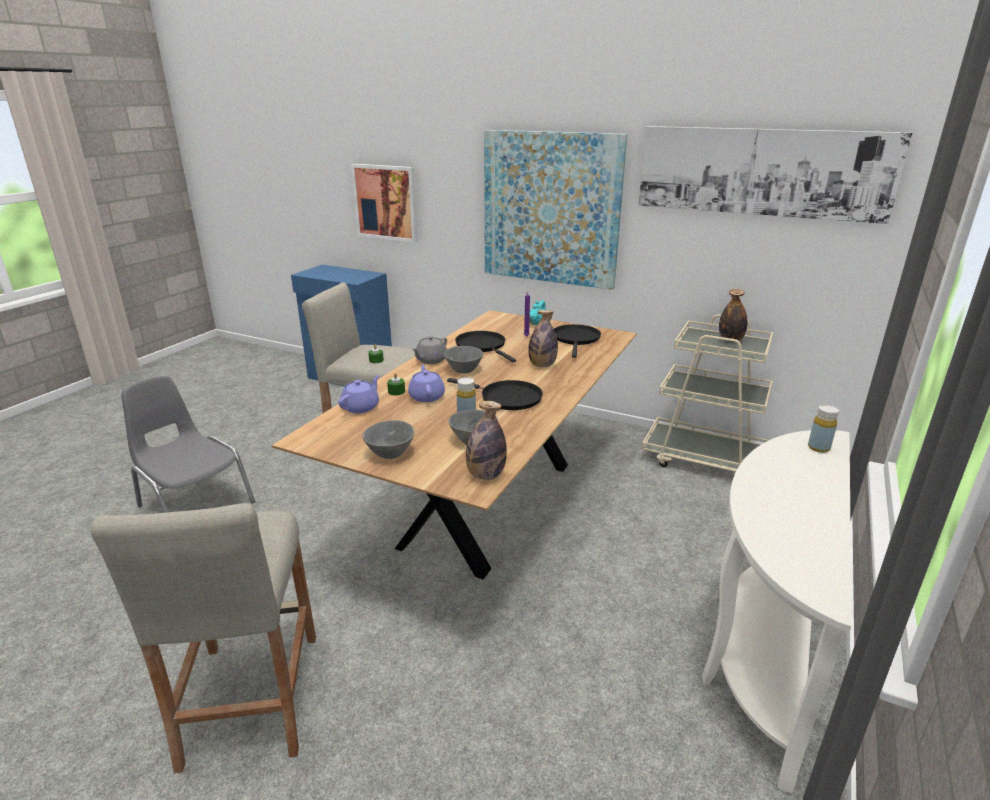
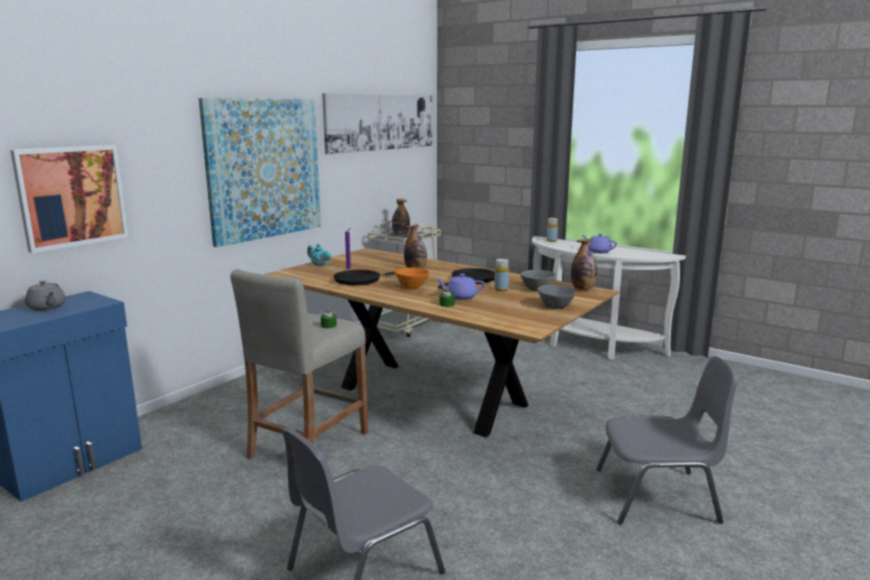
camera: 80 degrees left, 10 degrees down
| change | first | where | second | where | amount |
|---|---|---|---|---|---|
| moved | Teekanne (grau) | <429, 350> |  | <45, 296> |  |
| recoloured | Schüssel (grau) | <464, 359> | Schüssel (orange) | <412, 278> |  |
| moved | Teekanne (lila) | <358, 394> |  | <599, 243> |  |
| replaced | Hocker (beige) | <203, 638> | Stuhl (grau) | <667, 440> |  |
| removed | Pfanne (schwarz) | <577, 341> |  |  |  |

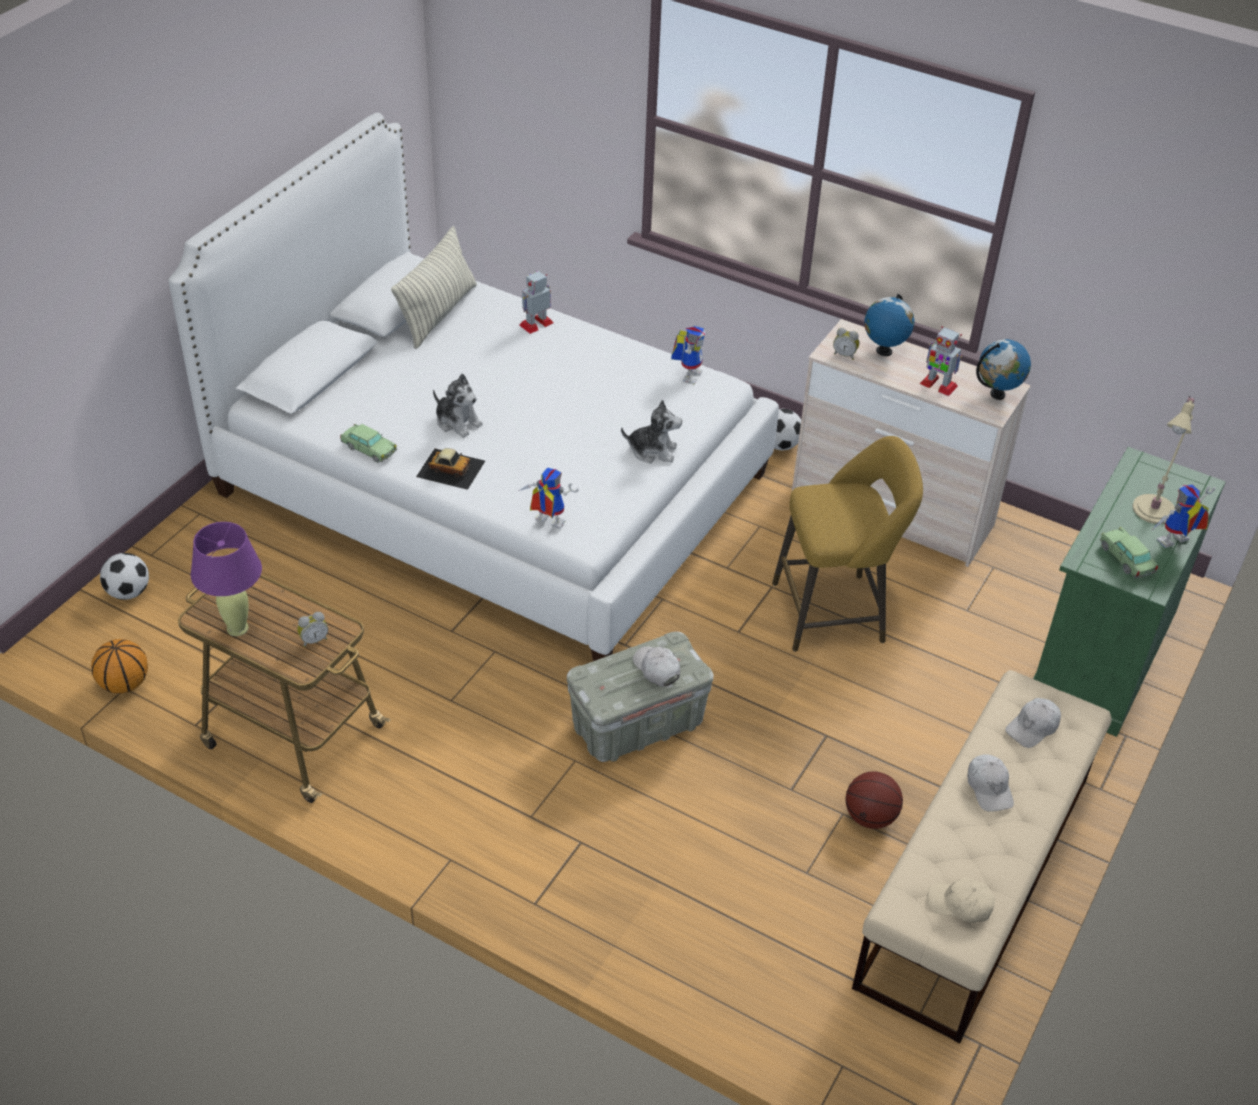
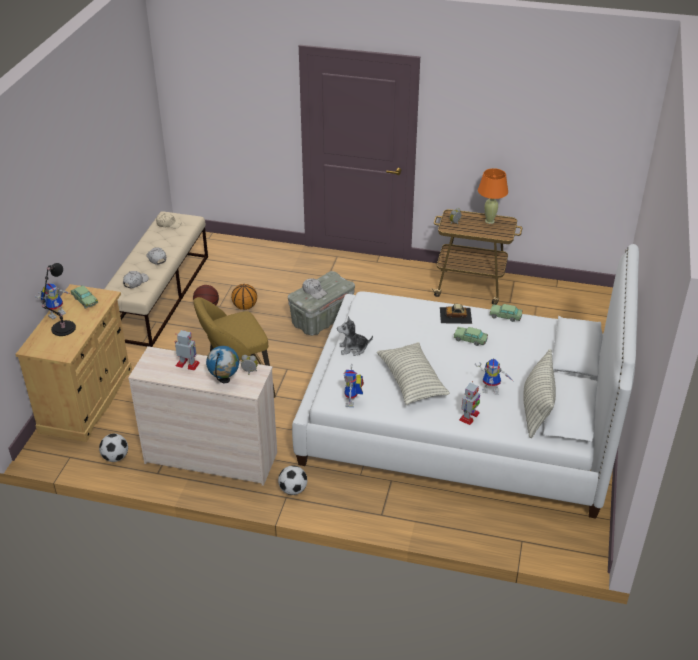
camera: 165 degrees right, 5 degrees down
| change | first | where | second | where | amount |
|---|---|---|---|---|---|
| recoloured | Schrank (grün) | <1129, 592> | Schrank (beige) | <73, 363> |  |
| recoloured | Tischlampe (beige) | <1163, 460> | Tischlampe (schwarz) | <59, 299> |  |
| moved | Fußball | <124, 576> |  | <113, 448> |  |
| moved | Basketball | <119, 666> |  | <244, 297> |  |
| added |  |  | Kissen | <413, 373> |  |
| replaced | Plüschtier | <458, 406> | Spielzeugauto | <471, 336> |  |
| moved | Spielzeugroboter | <549, 498> |  | <494, 376> |  |
| recoloured | Tischlampe (lila) | <226, 579> | Tischlampe (orange) | <493, 196> |  |
| removed | Globus | <1003, 369> |  |  |  |

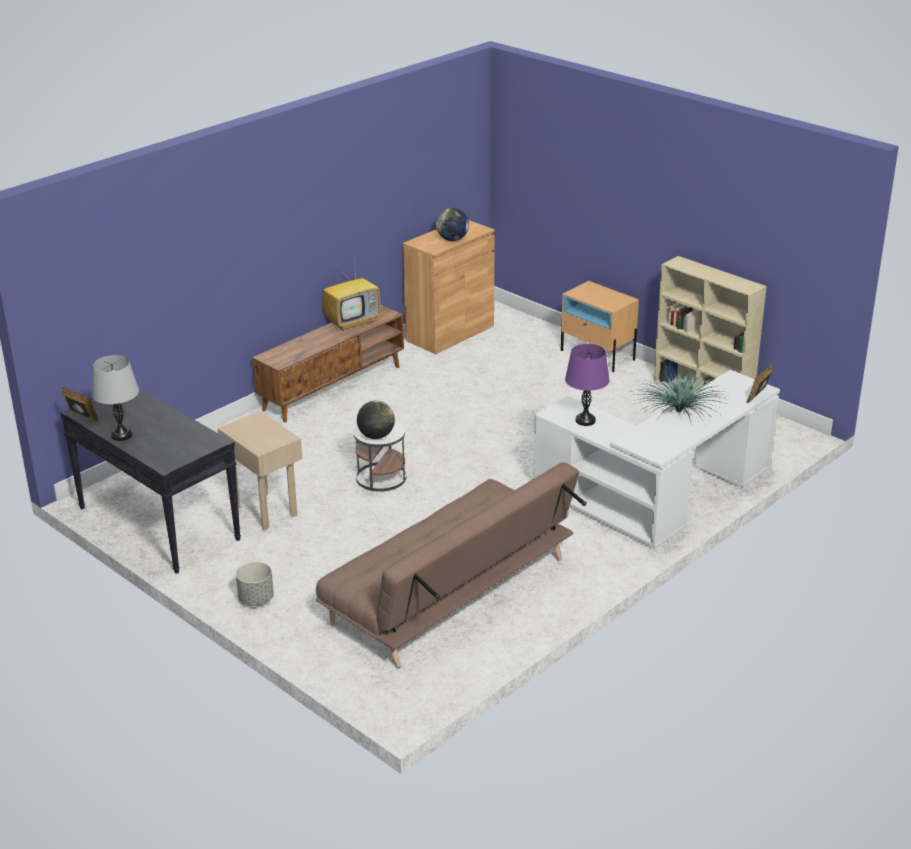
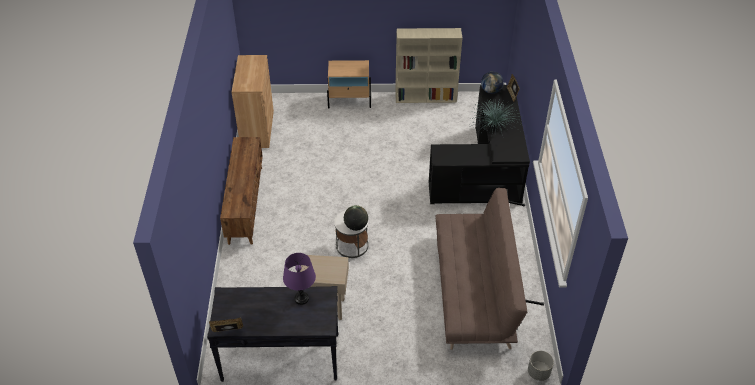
camera: 45 degrees left, 15 degrees up
| change | first | where | second | where | amount |
|---|---|---|---|---|---|
| moved | Tischlampe (lila) | <587, 385> |  | <299, 279> |  |
| recoloured | Schreibtisch (weiß) | <656, 460> | Schreibtisch (schwarz) | <479, 144> |  |
| moved | Globus | <452, 224> |  | <492, 82> |  |
| moved | Pflanzkübel (grau) | <255, 584> |  | <541, 366> |  |
| removed | Tischlampe (grau) | <115, 398> |  |  |  |
| removed | Fernseher | <351, 293> |  |  |  |

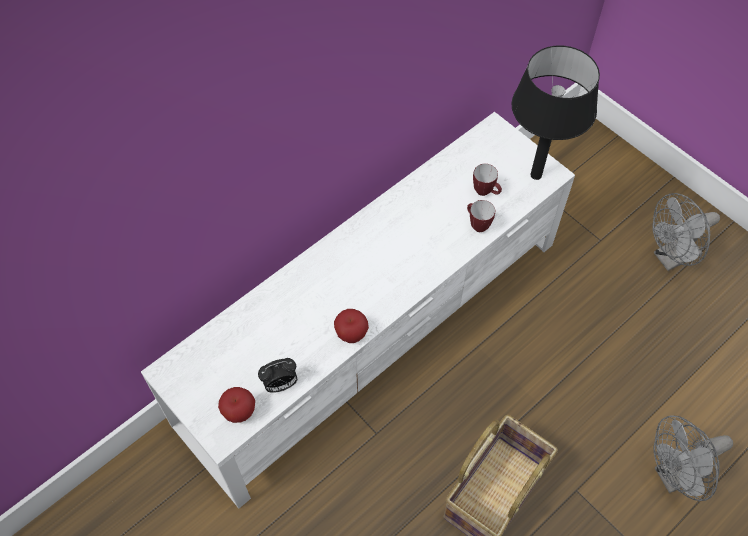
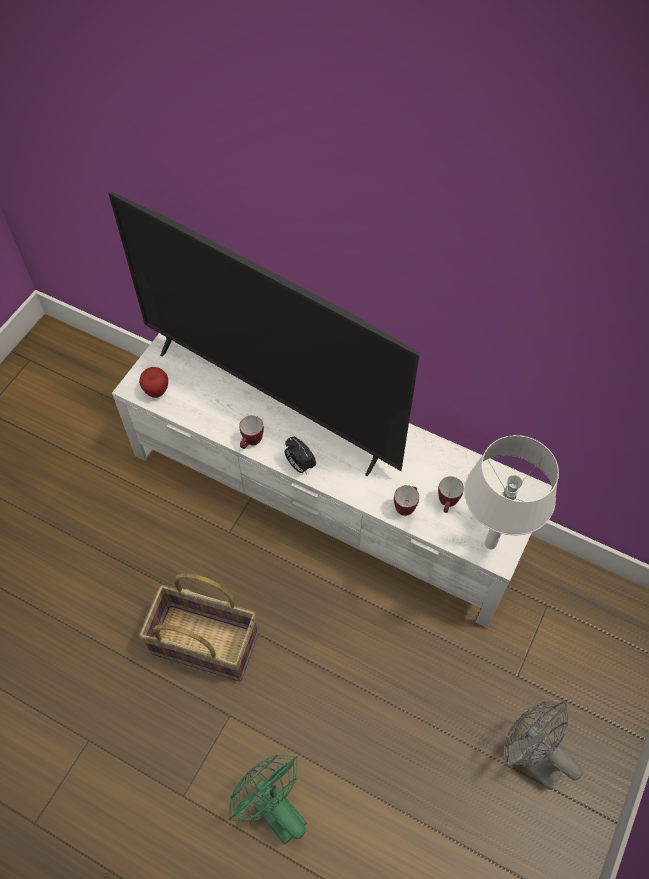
camera: 70 degrees right, 0 degrees up
| change | first | where | second | where | amount |
|---|---|---|---|---|---|
| added |  |  | Fernseher | <264, 334> |  |
| recoloured | Ventilator (grau) | <693, 458> | Ventilator (grün) | <268, 799> |  |
| replaced | Apfel | <351, 326> | Henkelbecher | <251, 432> |  |
| moved | Wecker | <277, 375> |  | <300, 455> |  |
| recoloured | Tischlampe (schwarz) | <555, 112> | Tischlampe (weiß) | <512, 492> |  |

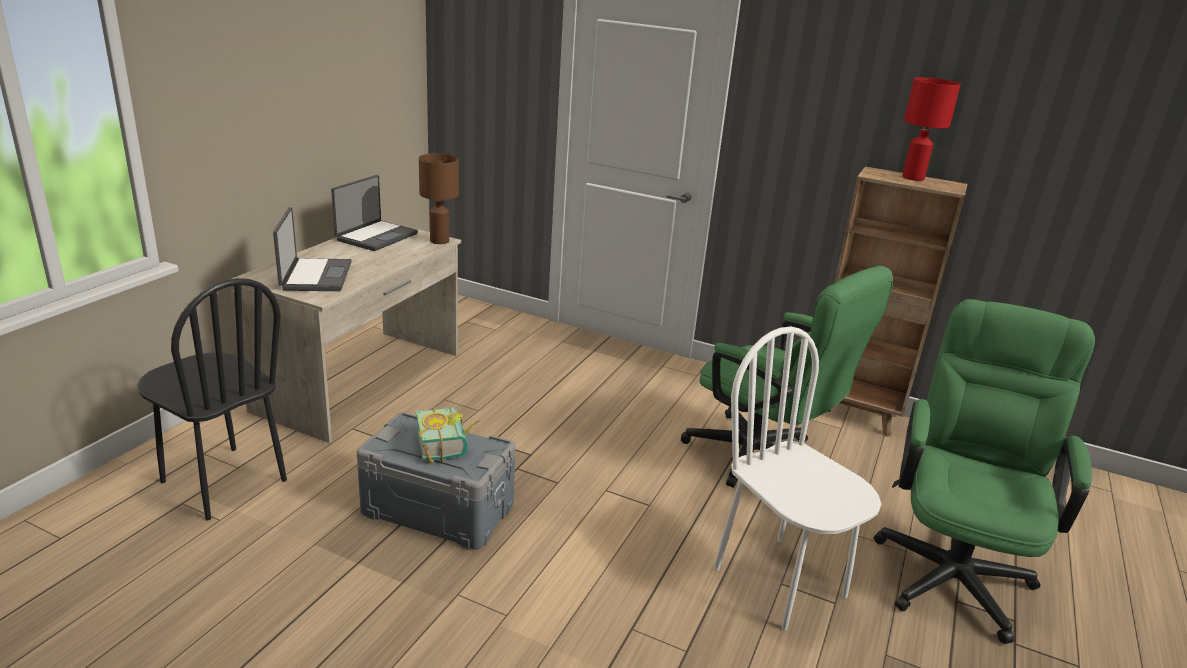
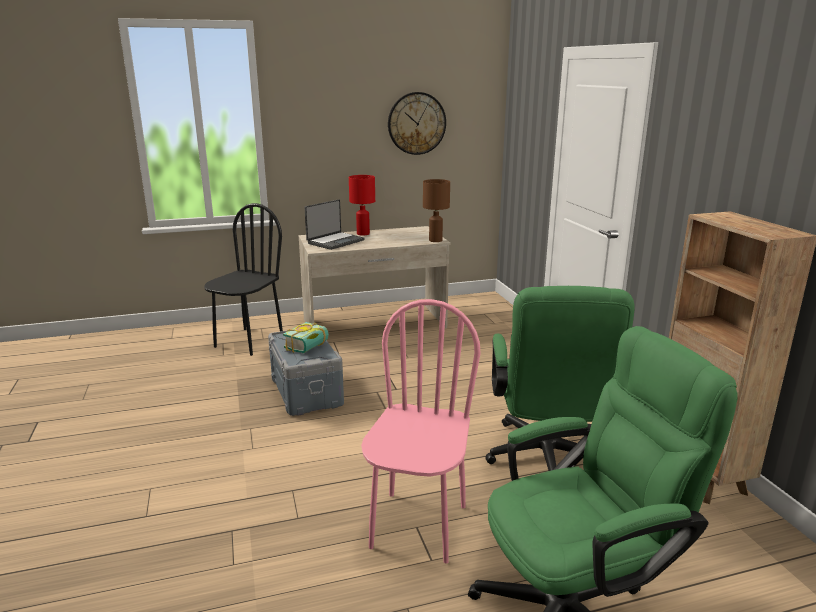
camera: 50 degrees right, 5 degrees down
| change | first | where | second | where | amount |
|---|---|---|---|---|---|
| turned | Stuhl (schwarz) | <212, 399> |  | <243, 279> | 150 degrees counterclockwise |
| moved | Tischlampe (rot) | <931, 129> |  | <362, 205> |  |
| recoloured | Stuhl (weiß) | <797, 478> | Stuhl (rosa) | <421, 431> |  |
| added |  |  | Wanduhr | <417, 123> |  |
| removed | Laptop | <374, 213> |  |  |  |

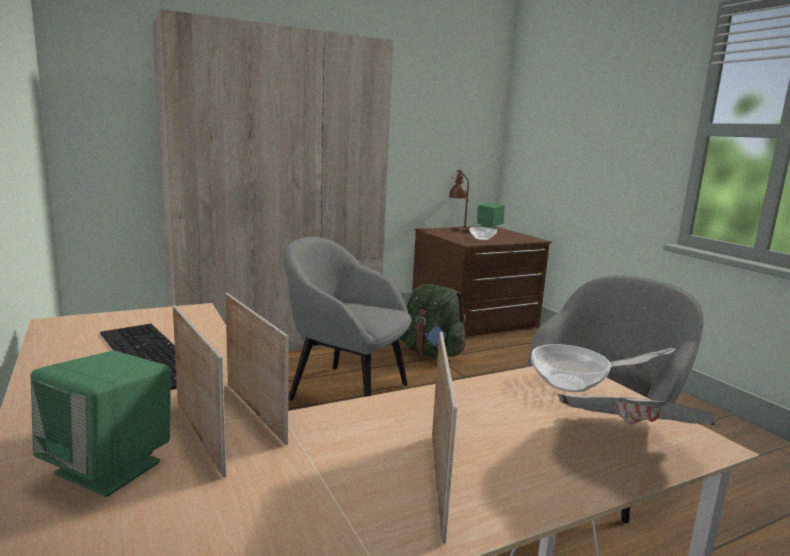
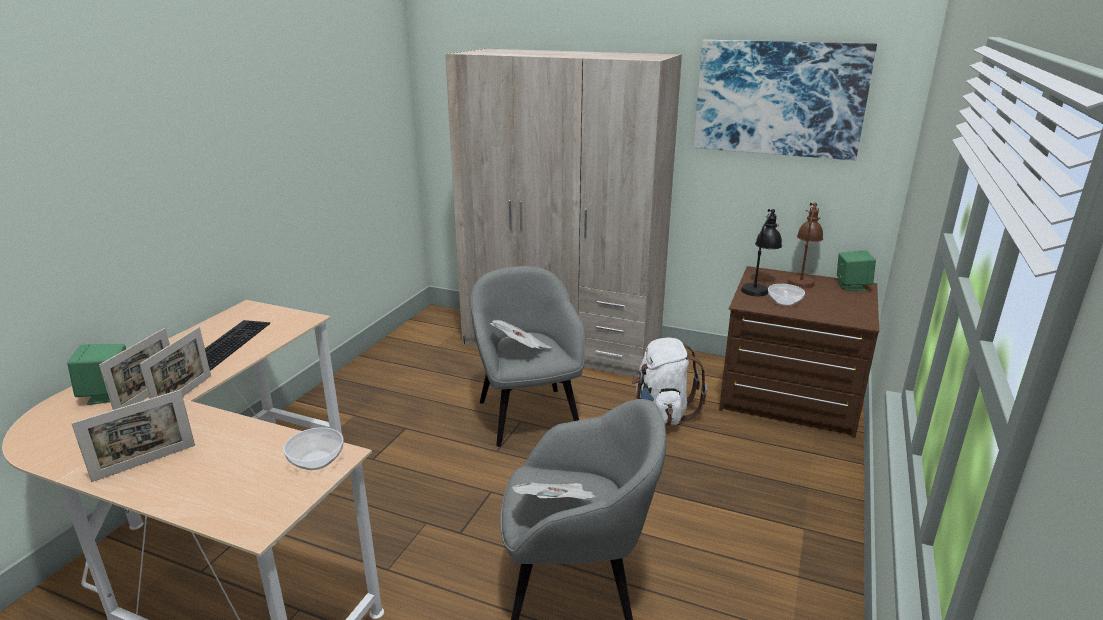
camera: 50 degrees right, 10 degrees up
| change | first | where | second | where | amount |
|---|---|---|---|---|---|
| moved | Zeitung | <637, 409> |  | <521, 334> |  |
| recoloured | Rucksack (grün) | <432, 320> | Rucksack (weiß) | <669, 382> |  |
| added |  |  | Bild | <785, 100> |  |
| added |  |  | Tischlampe (schwarz) | <761, 252> |  |

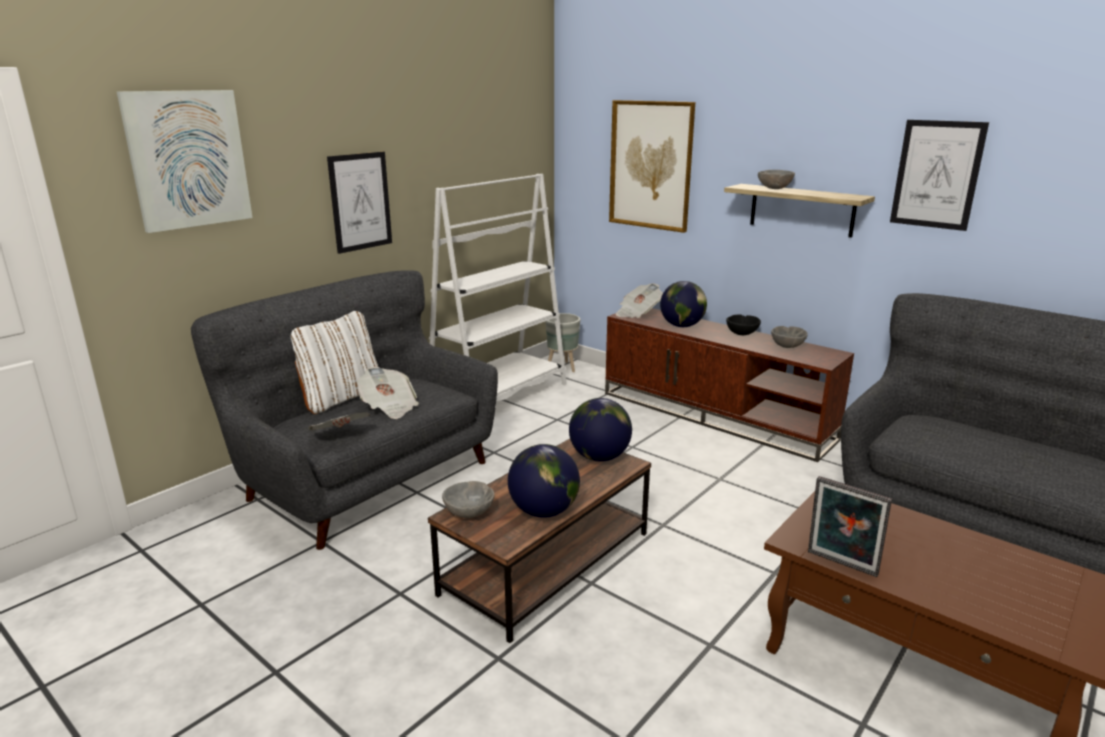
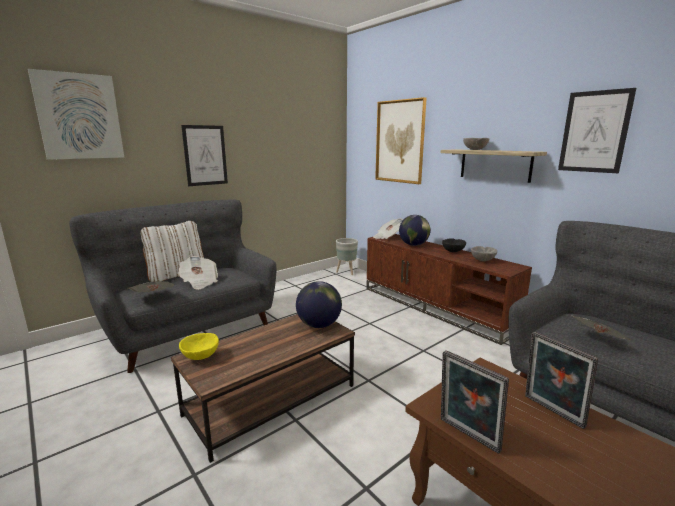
camera: 10 degrees right, 5 degrees down
| change | first | where | second | where | amount |
|---|---|---|---|---|---|
| recoloured | Schüssel (grau) | <468, 499> | Schüssel (gelb) | <199, 346> |  |
| added |  |  | Bilderrahmen | <561, 380> |  |
| added |  |  | Zeitung | <600, 328> |  |
| removed | Bücherregal (weiß) | <498, 287> |  |  |  |
| removed | Globus | <544, 481> |  |  |  |

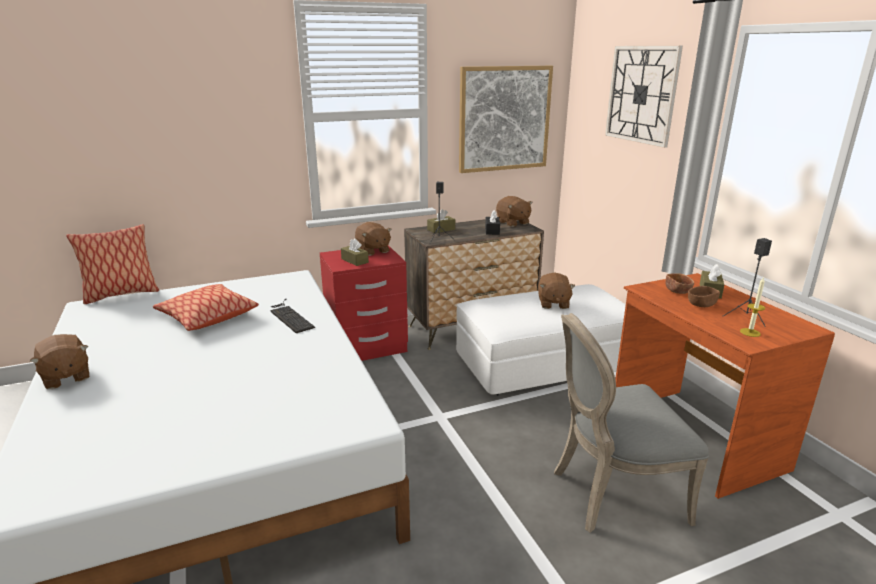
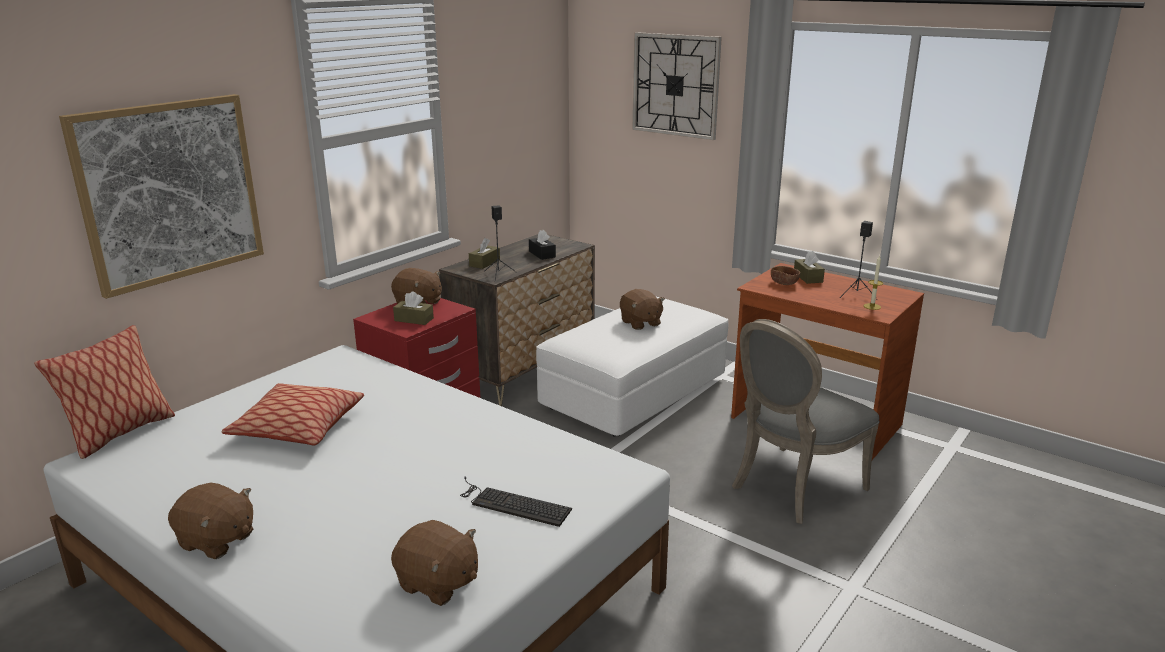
camera: 30 degrees left, 0 degrees up
| change | first | where | second | where | amount |
|---|---|---|---|---|---|
| moved | Bild | <506, 119> |  | <161, 196> |  |
| moved | Plüschtier (braun) | <514, 211> |  | <434, 563> |  |
| moved | Tastatur | <292, 316> |  | <516, 501> |  |
| removed | Schüssel (braun) | <704, 296> |  |  |  |

